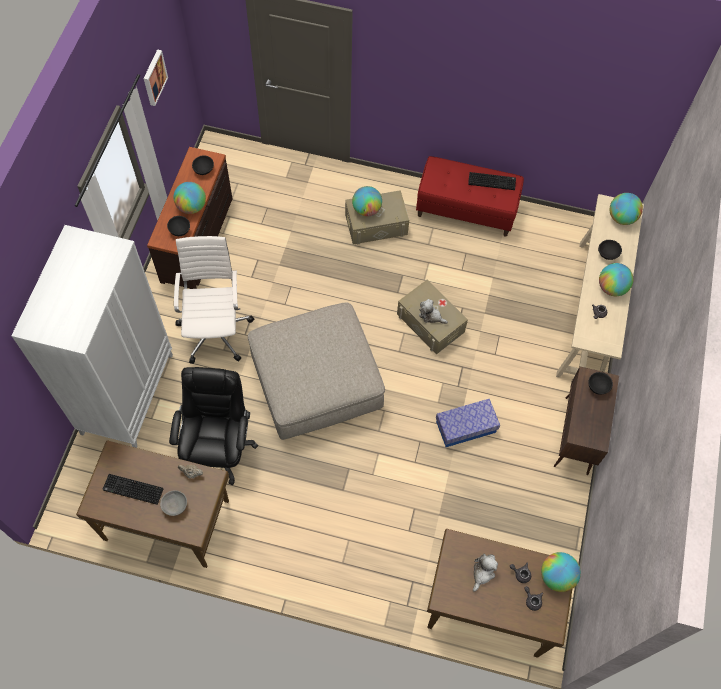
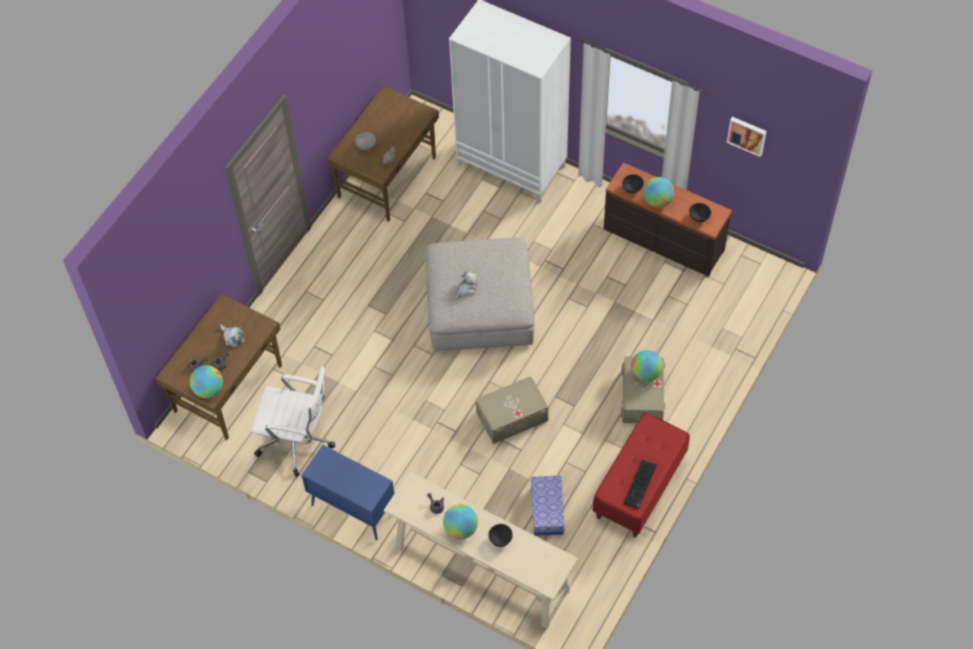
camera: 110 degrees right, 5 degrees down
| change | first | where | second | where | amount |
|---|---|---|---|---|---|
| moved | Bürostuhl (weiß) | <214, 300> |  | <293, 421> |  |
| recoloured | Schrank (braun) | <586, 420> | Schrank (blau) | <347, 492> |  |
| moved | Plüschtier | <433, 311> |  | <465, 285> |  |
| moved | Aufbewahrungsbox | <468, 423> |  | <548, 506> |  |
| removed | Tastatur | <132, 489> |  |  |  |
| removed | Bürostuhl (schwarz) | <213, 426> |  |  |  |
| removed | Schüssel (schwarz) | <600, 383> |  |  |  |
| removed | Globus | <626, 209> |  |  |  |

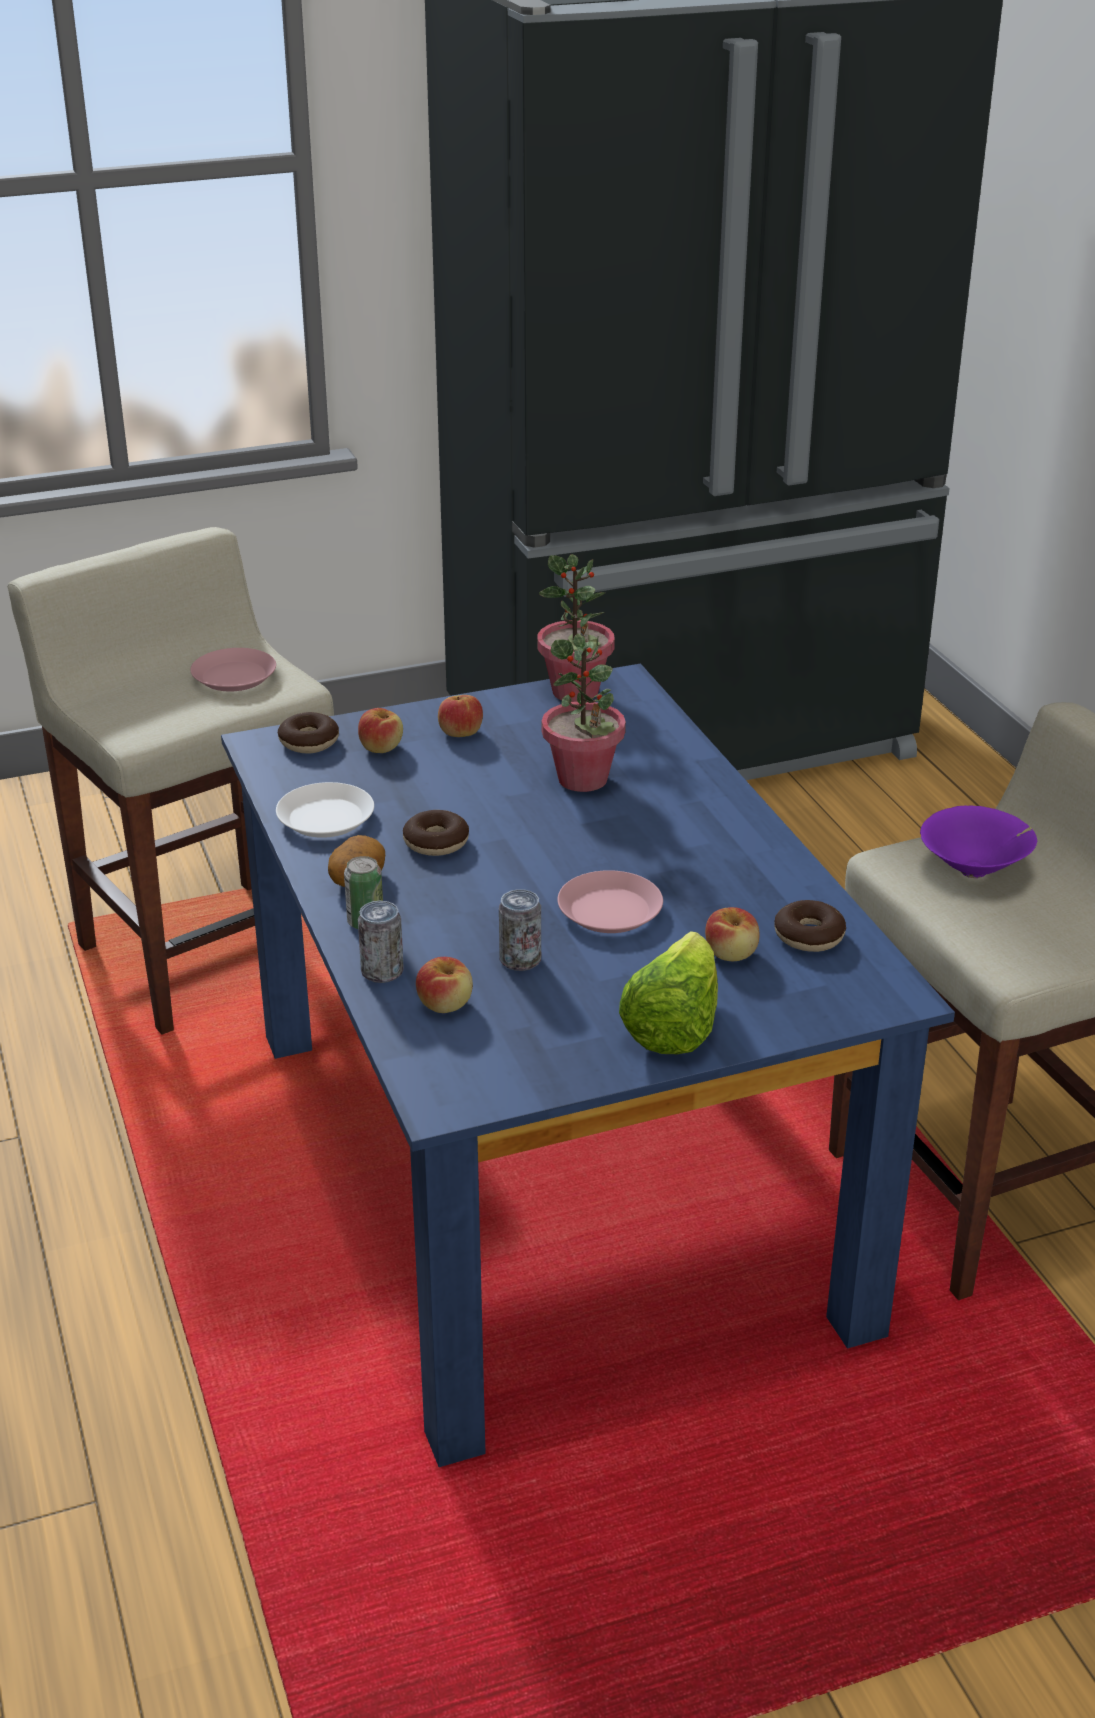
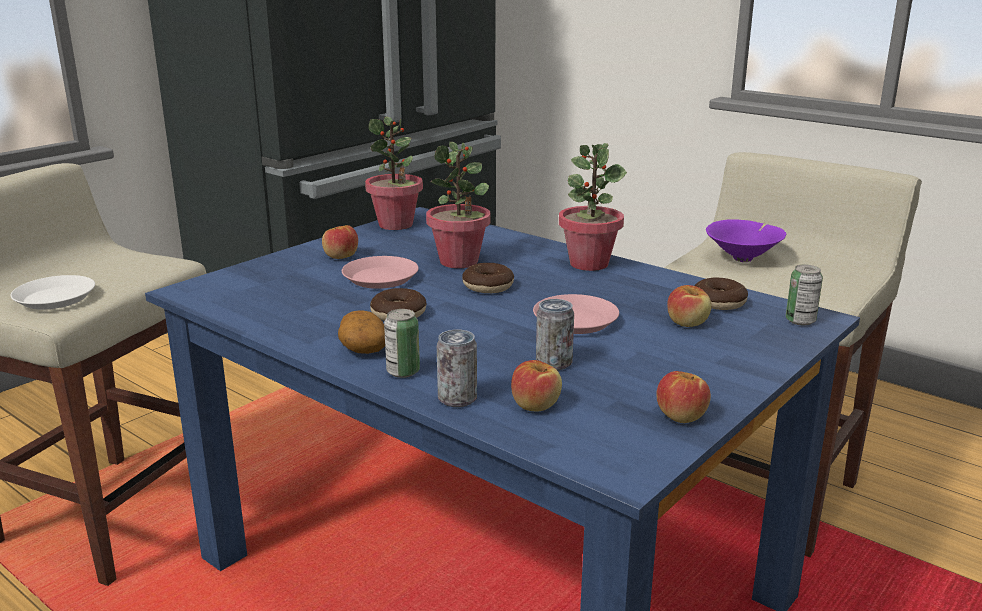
camera: 30 degrees left, 10 degrees down
| change | first | where | second | where | amount |
|---|---|---|---|---|---|
| moved | Teller (weiß) | <325, 810> |  | <53, 292> |  |
| moved | Teller (rosa) | <233, 670> |  | <380, 272> |  |
| moved | Donut | <308, 732> |  | <488, 278> |  |
| added |  |  | Topfpflanze | <593, 207> |  |
| moved | Apfel | <380, 730> |  | <683, 397> |  |
| added |  |  | Dose | <804, 295> |  |
| removed | Salatkopf | <668, 992> |  |  |  |

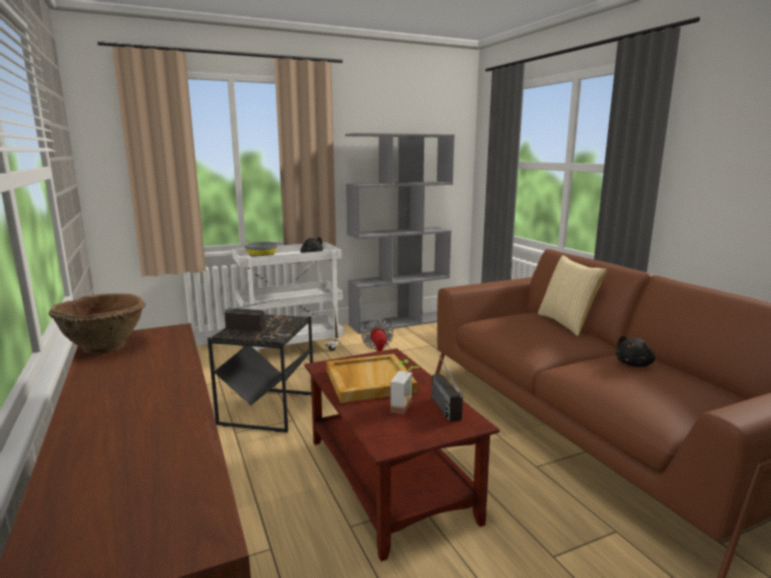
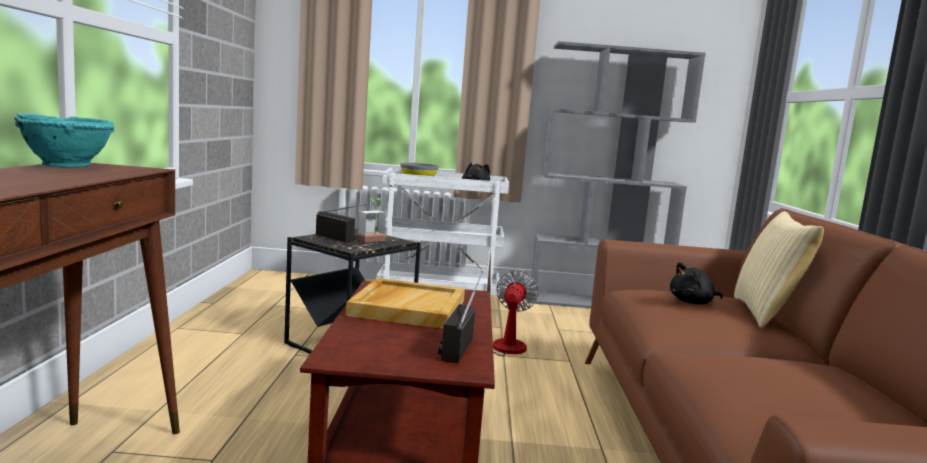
camera: 25 degrees right, 5 degrees down
| change | first | where | second | where | amount |
|---|---|---|---|---|---|
| recoloured | Schüssel (braun) | <96, 323> | Schüssel (türkis) | <64, 140> |  |
| moved | Topfpflanze | <405, 387> |  | <371, 218> |  |
| moved | Plüschtier (schwarz) | <635, 351> |  | <696, 283> |  |

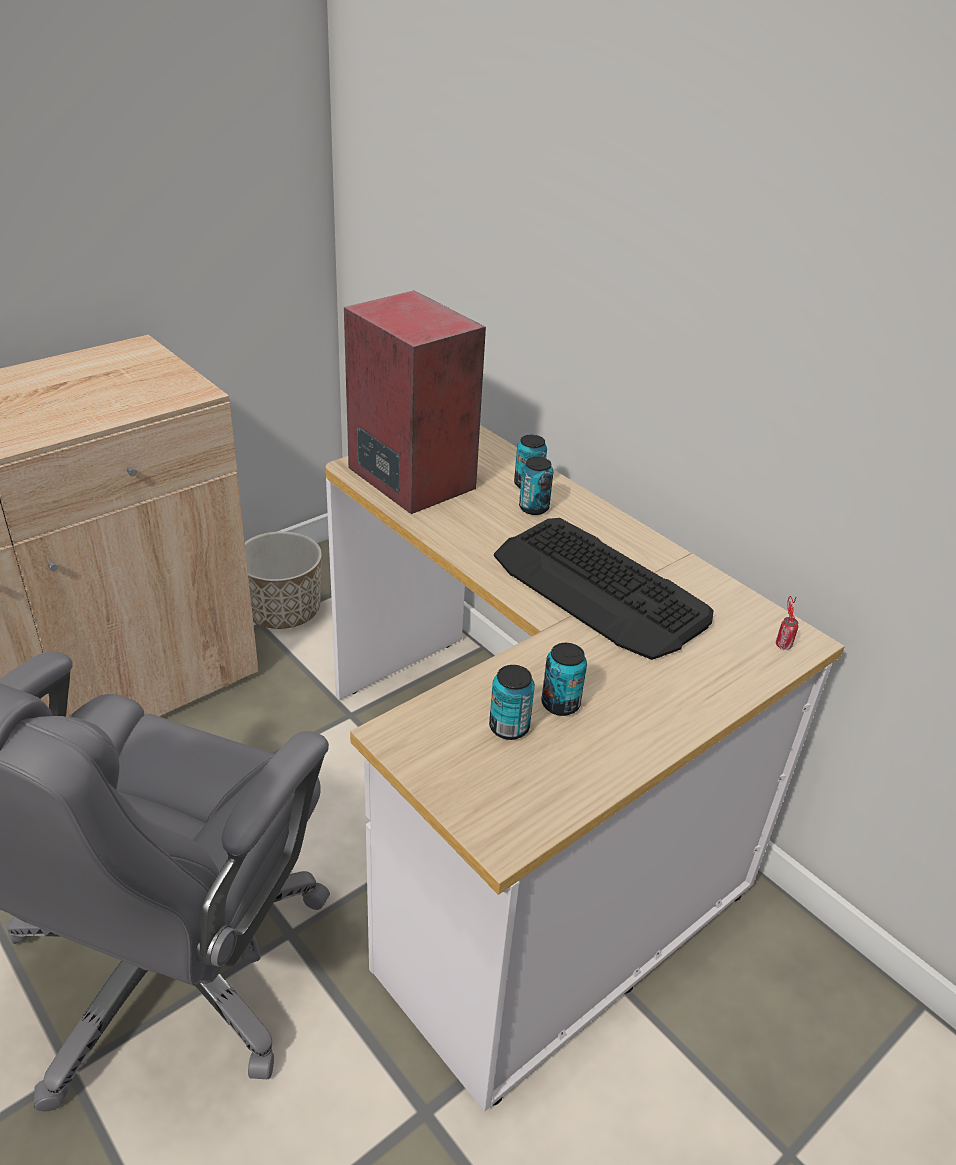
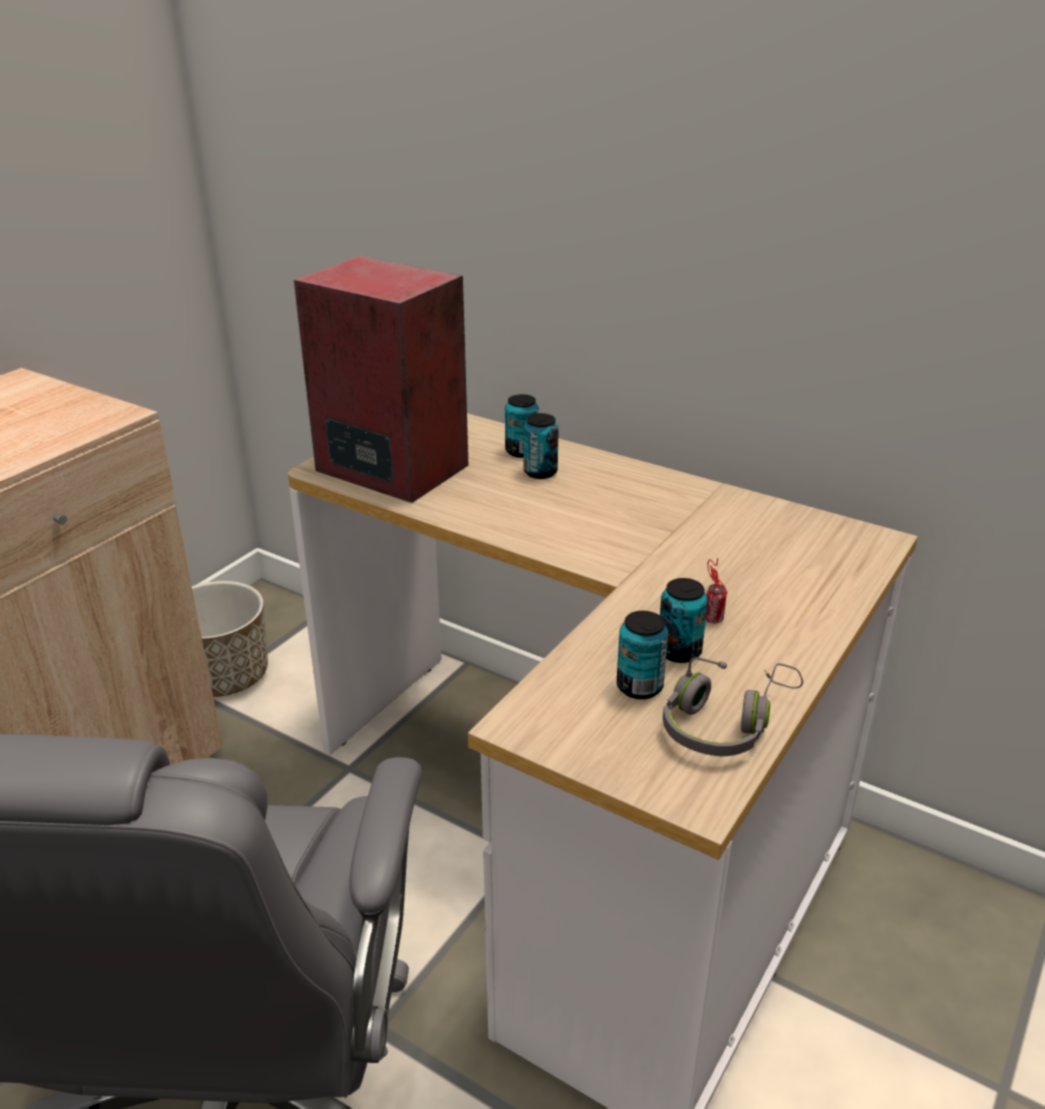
camera: 15 degrees left, 5 degrees down
| change | first | where | second | where | amount |
|---|---|---|---|---|---|
| added |  |  | Kopfhörer (grau) | <733, 706> |  |
| moved | Dose | <787, 623> |  | <716, 591> |  |
| removed | Tastatur | <604, 589> |  |  |  |

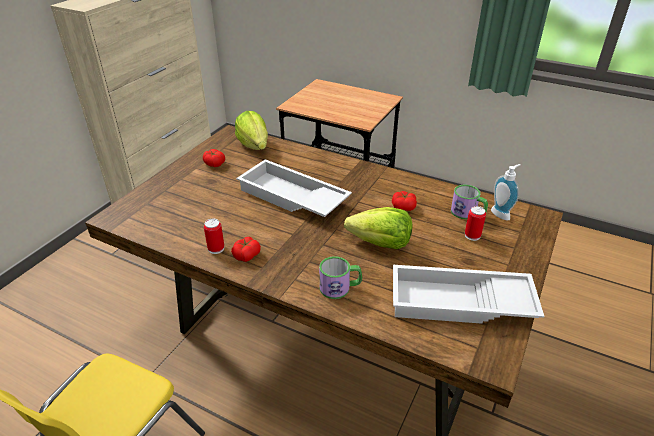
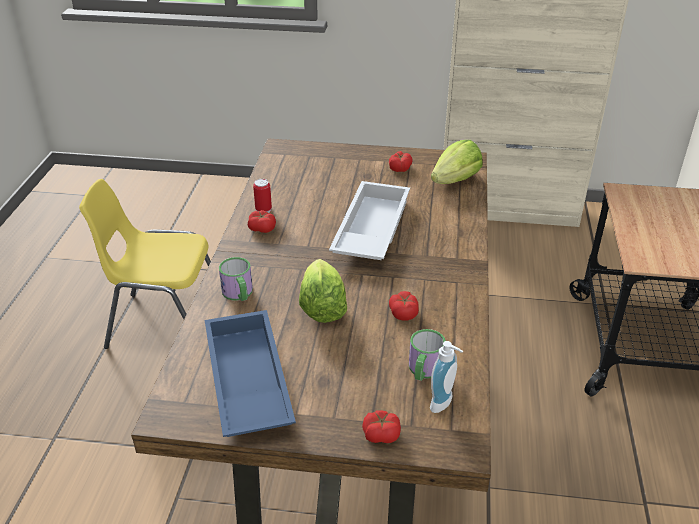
camera: 70 degrees right, 0 degrees up
| change | first | where | second | where | amount |
|---|---|---|---|---|---|
| recoloured | Tablett (weiß) | <468, 294> | Tablett (blau) | <250, 373> |  |
| added |  |  | Tomate | <381, 426> |  |
| removed | Dose | <475, 223> |  |  |  |

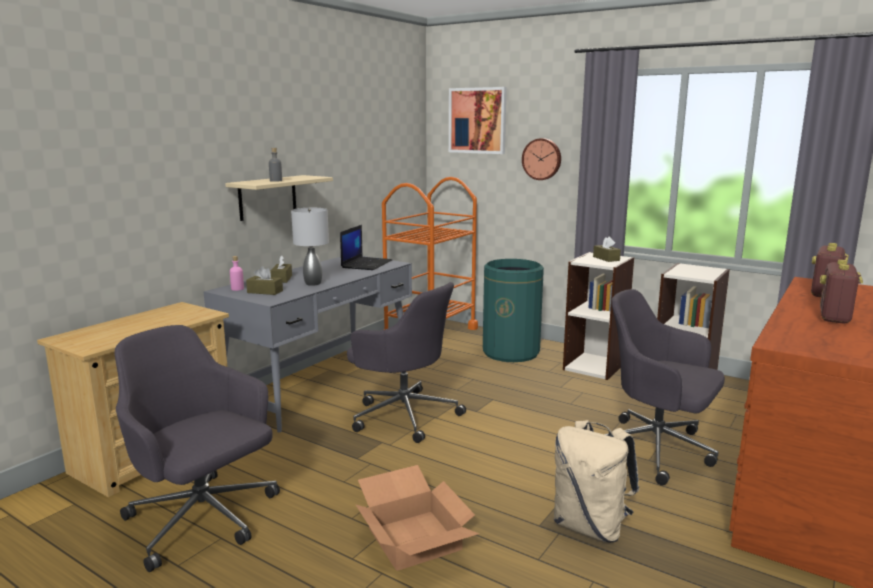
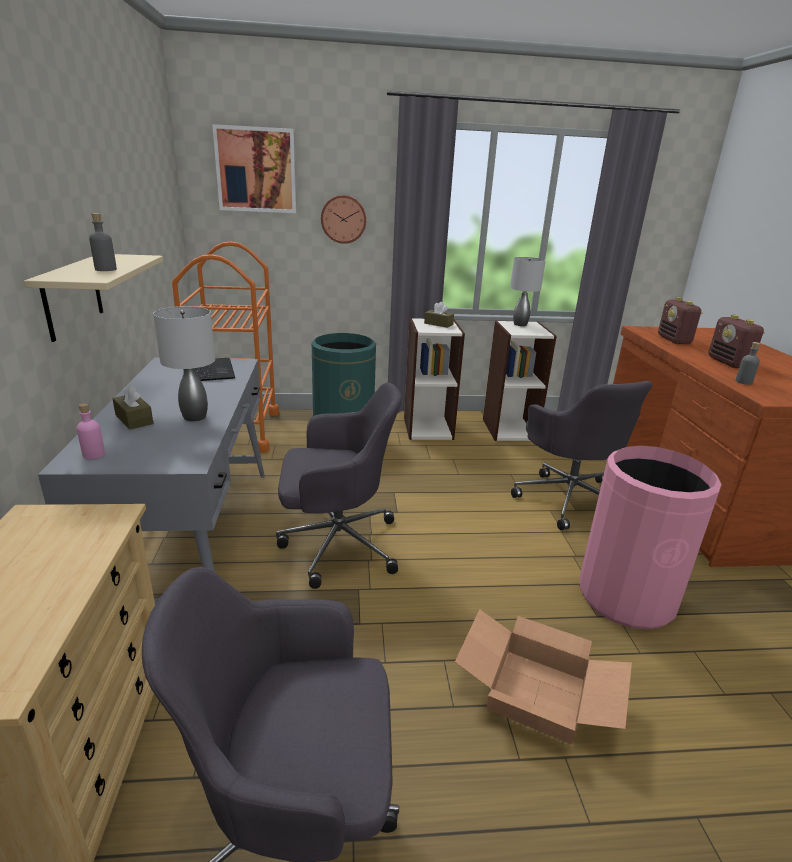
camera: 40 degrees left, 10 degrees up
| change | first | where | second | where | amount |
|---|---|---|---|---|---|
| added |  |  | Tischlampe (grau) | <528, 291> |  |
| turned | Bürostuhl (grau) | <664, 387> |  | <581, 455> | 105 degrees counterclockwise |
| replaced | Rucksack (beige) | <596, 481> | Mülleimer (rosa) | <651, 538> |  |
| added |  |  | Flasche (grau) | <747, 363> |  |
| removed | Taschentuchbox (braun) | <264, 280> |  |  |  |

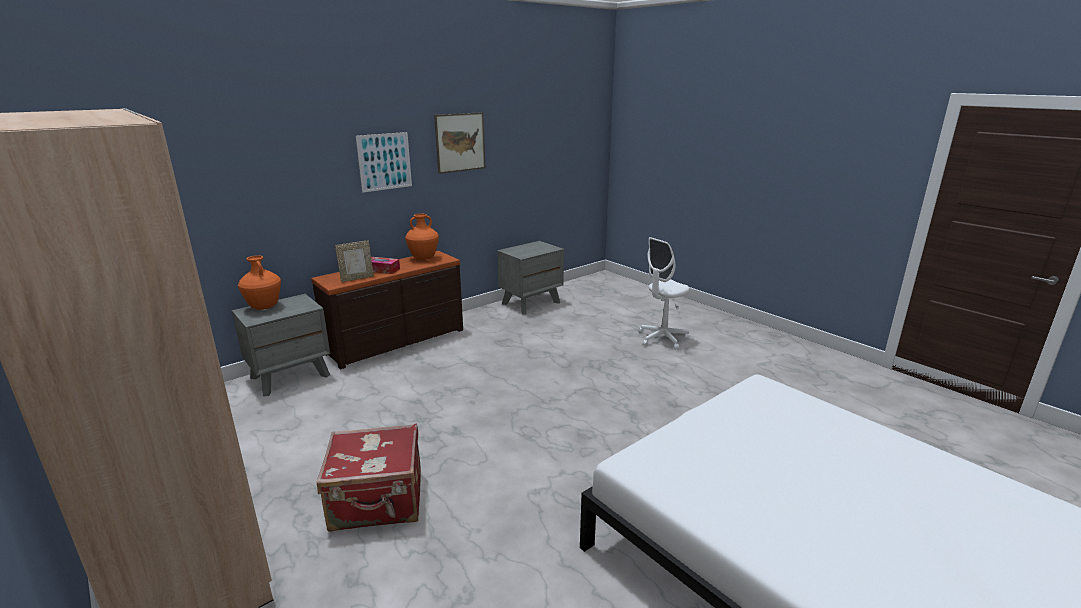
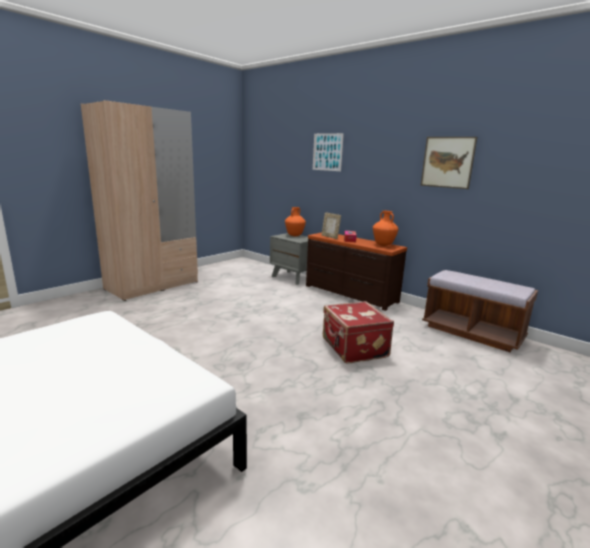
camera: 80 degrees right, 5 degrees down
| change | first | where | second | where | amount |
|---|---|---|---|---|---|
| moved | Bild | <384, 162> |  | <328, 152> |  |
| moved | Koffer (rot) | <369, 478> |  | <358, 332> |  |
| replaced | Nachttisch (grau) | <530, 278> | Bank (braun) | <480, 311> |  |
| removed | Bürostuhl (weiß) | <664, 293> |  |  |  |

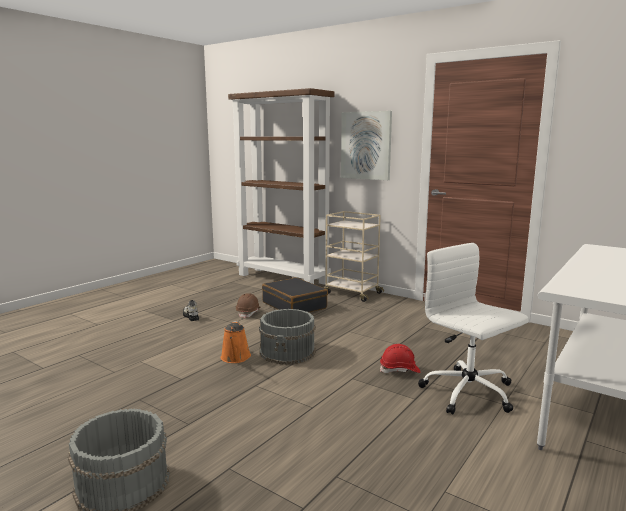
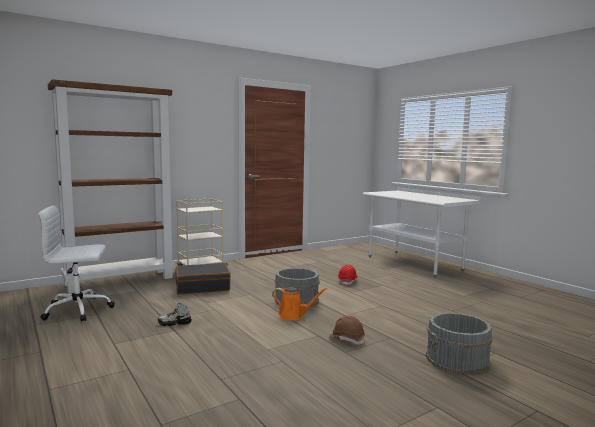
camera: 70 degrees left, 5 degrees down
| change | first | where | second | where | amount |
|---|---|---|---|---|---|
| moved | Bürostuhl (weiß) | <473, 328> |  | <76, 263> |  |
| moved | Schutzhelm (braun) | <248, 306> |  | <347, 330> |  |
| removed | Bild | <366, 145> |  |  |  |

